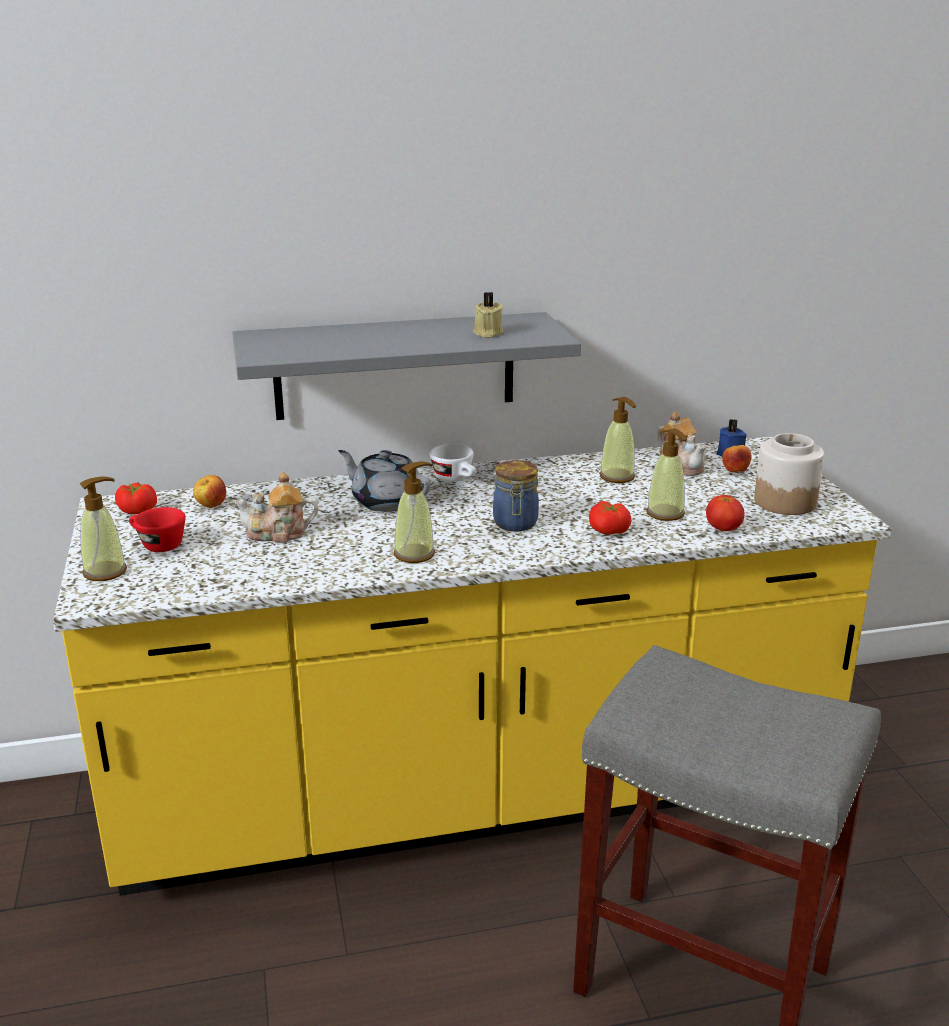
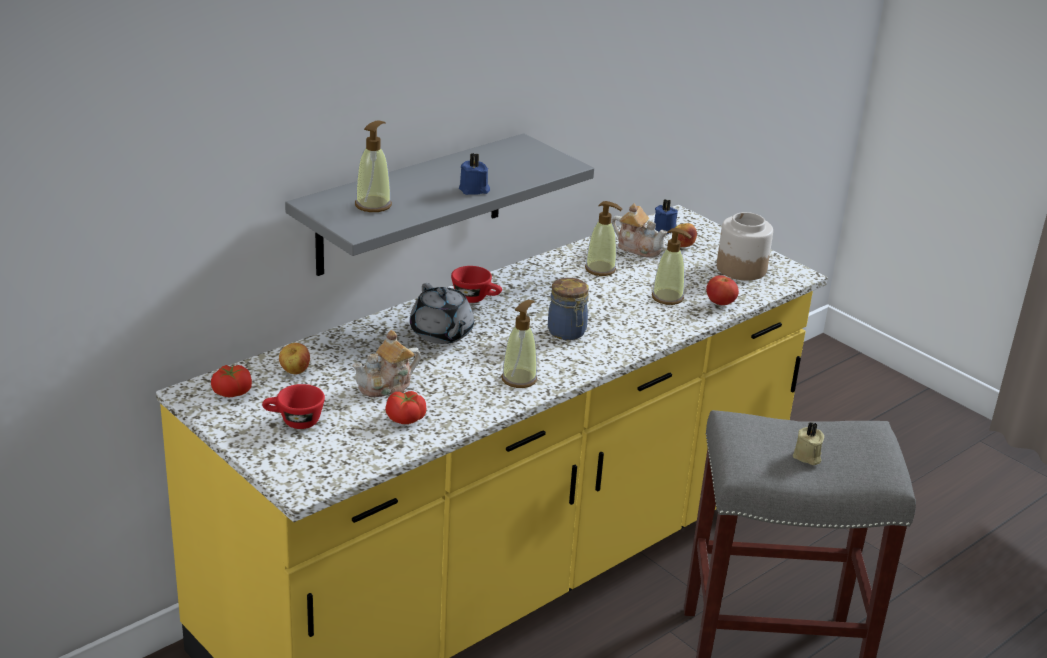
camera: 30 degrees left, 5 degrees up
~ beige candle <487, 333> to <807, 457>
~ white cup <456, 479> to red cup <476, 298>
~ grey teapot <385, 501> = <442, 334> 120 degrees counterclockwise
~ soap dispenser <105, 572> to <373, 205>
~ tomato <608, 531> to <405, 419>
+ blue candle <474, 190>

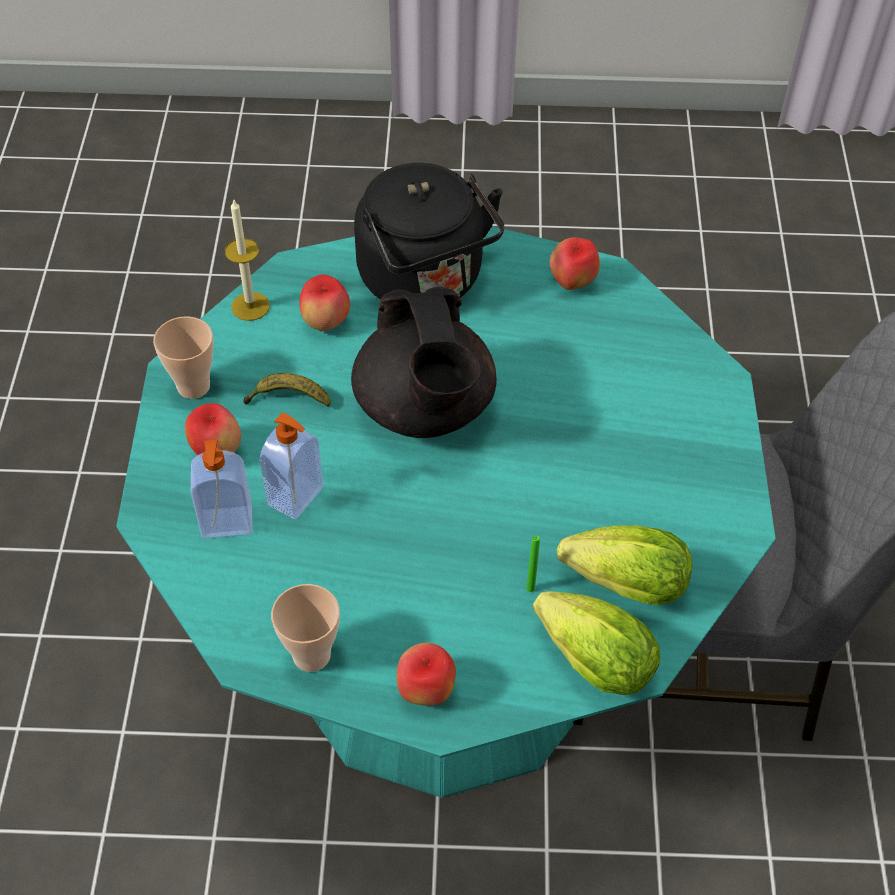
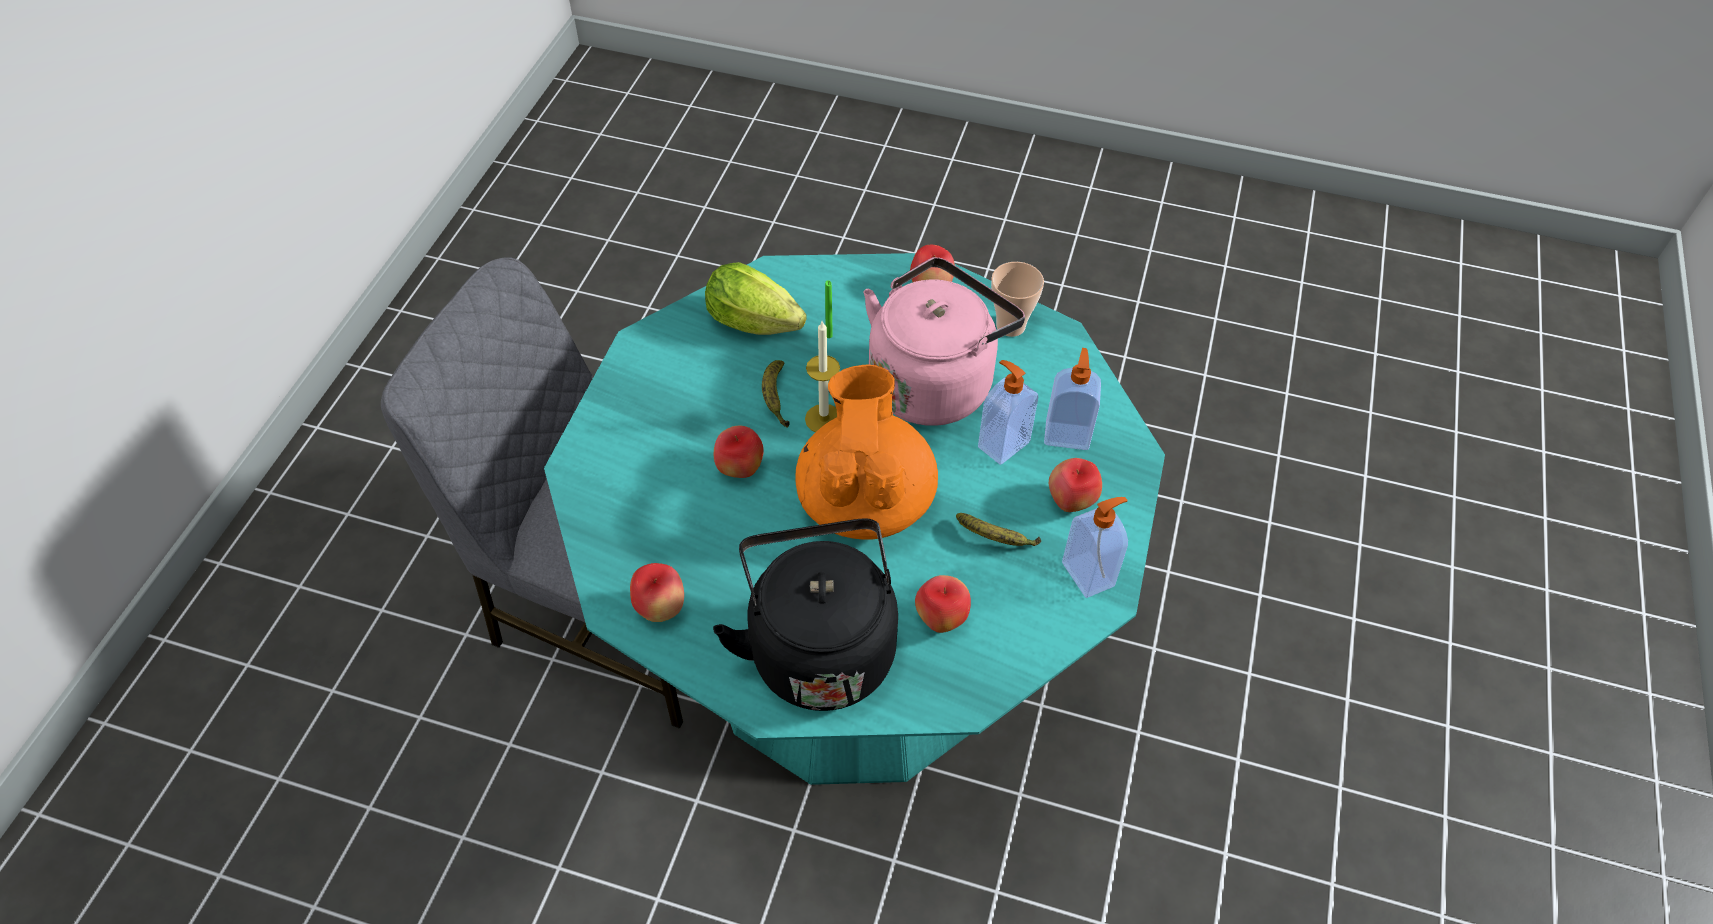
camera: 165 degrees left, 0 degrees up
~ candle <250, 306> to <824, 419>
~ black teapot <425, 408> to orange teapot <865, 500>
~ cup <193, 386> to soap dispenser <1089, 574>
- lettuce <588, 657>
+ pink kettle <934, 382>
+ banana <776, 398>
+ apple <740, 469>

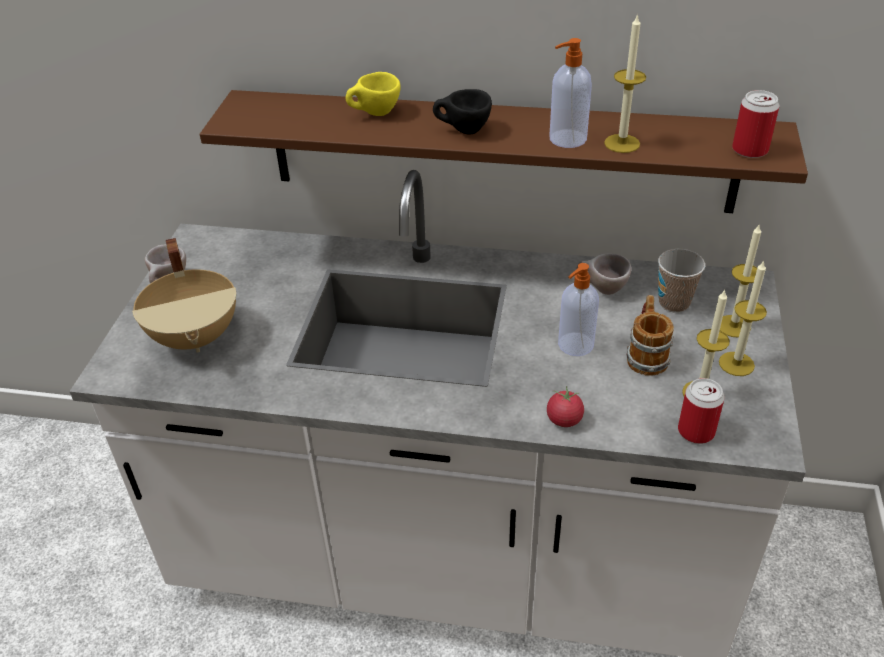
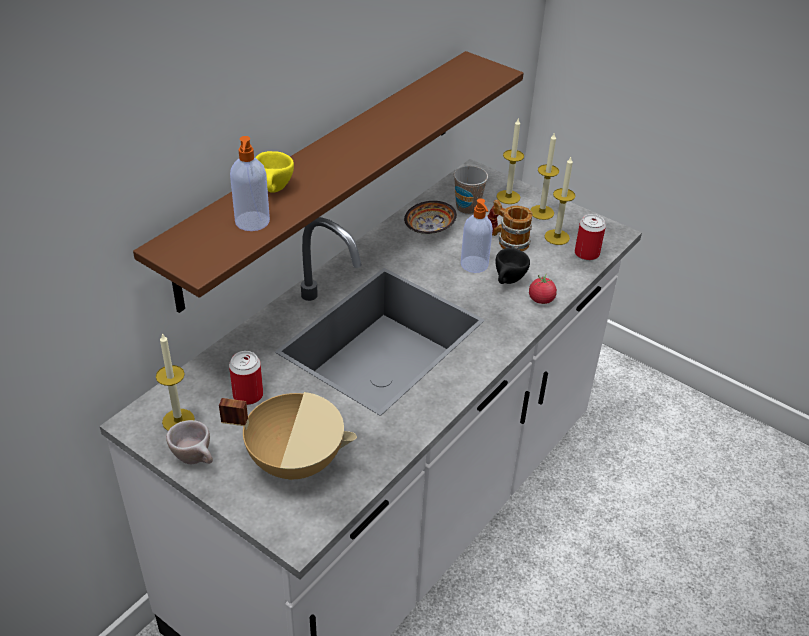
camera: 65 degrees left, 0 degrees up
~ candle <622, 143> to <178, 420>
~ soap dispenser <566, 139> to <252, 222>
~ black cup <462, 131> to <508, 282>
~ can <749, 150> to <248, 395>
~ beige cup <601, 290> to bowl <428, 230>

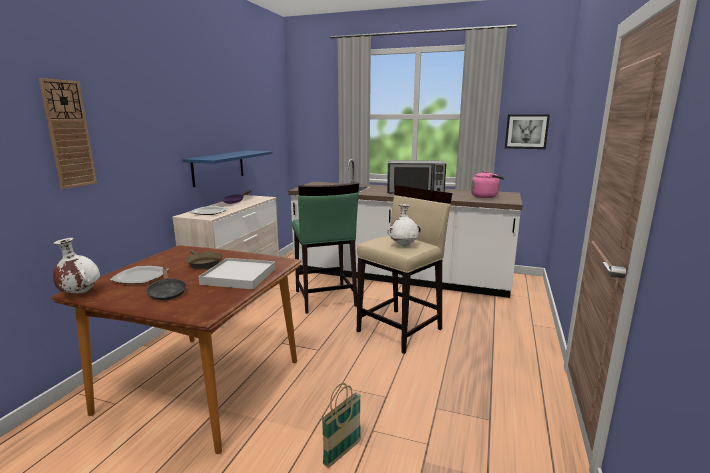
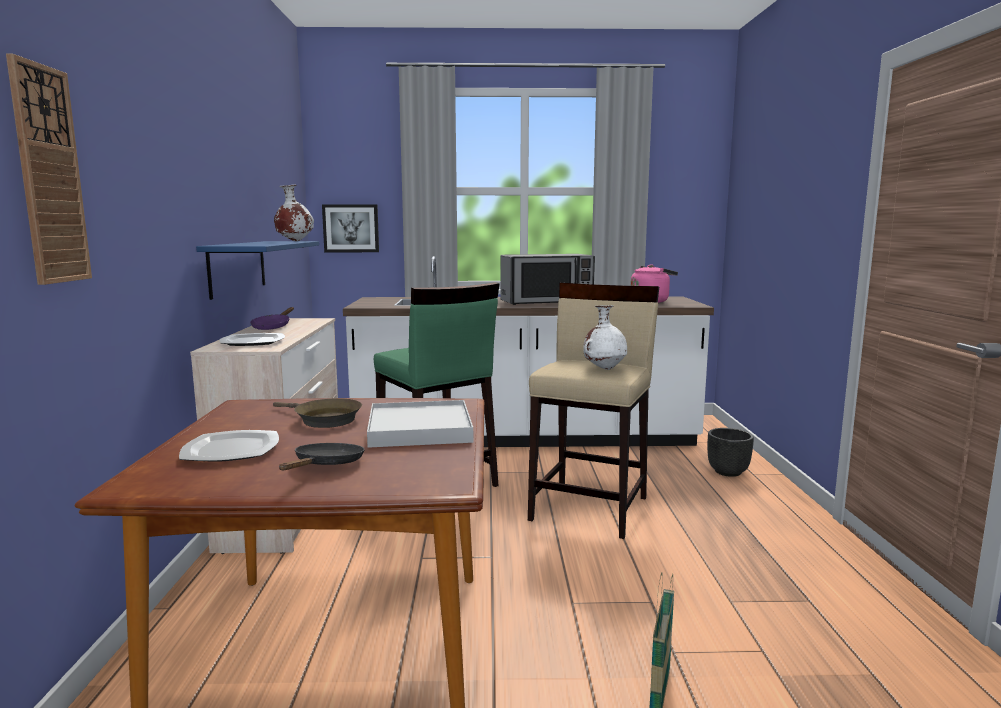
camera: 20 degrees left, 5 degrees down
~ picture <526, 131> to <351, 228>
~ white vase <80, 293> to <294, 241>
~ black frying pan <167, 293> = <326, 465> 120 degrees counterclockwise
+ black planter <728, 472>

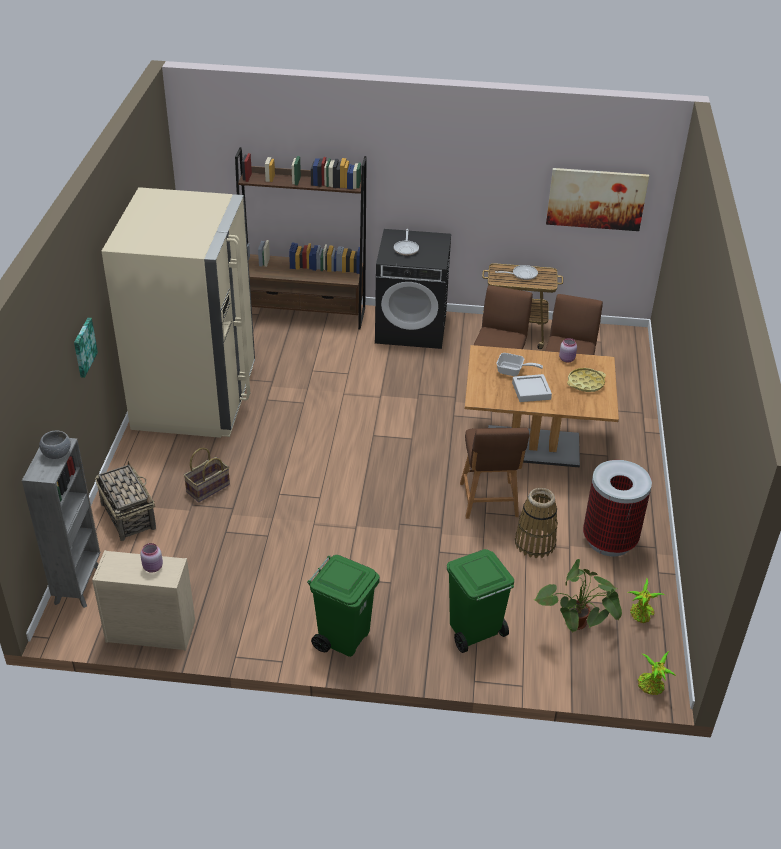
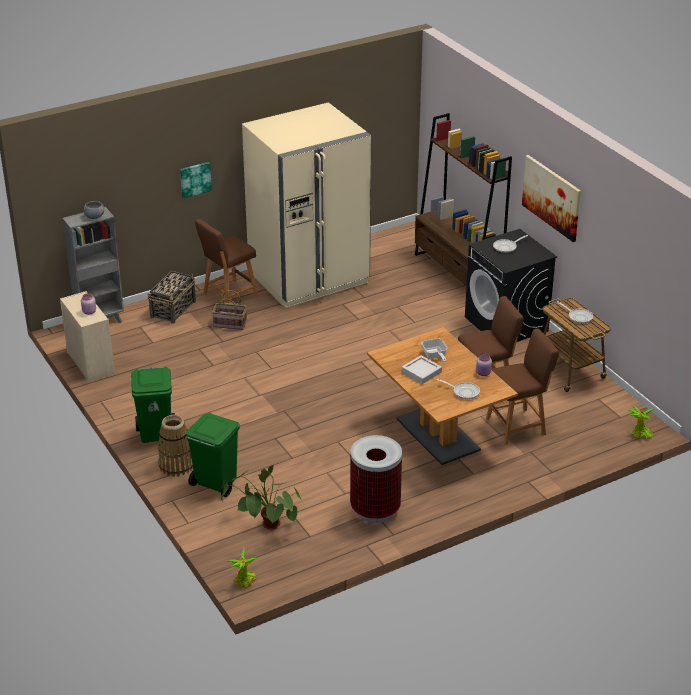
camera: 55 degrees right, 5 degrees down
~ picture <596, 199> to <551, 197>
~ yellow tray <585, 383> to frying pan <464, 392>
~ brown stool <489, 502> to <228, 296>
~ basket <535, 543> to <176, 465>
~ potted plant <641, 615> to <640, 435>

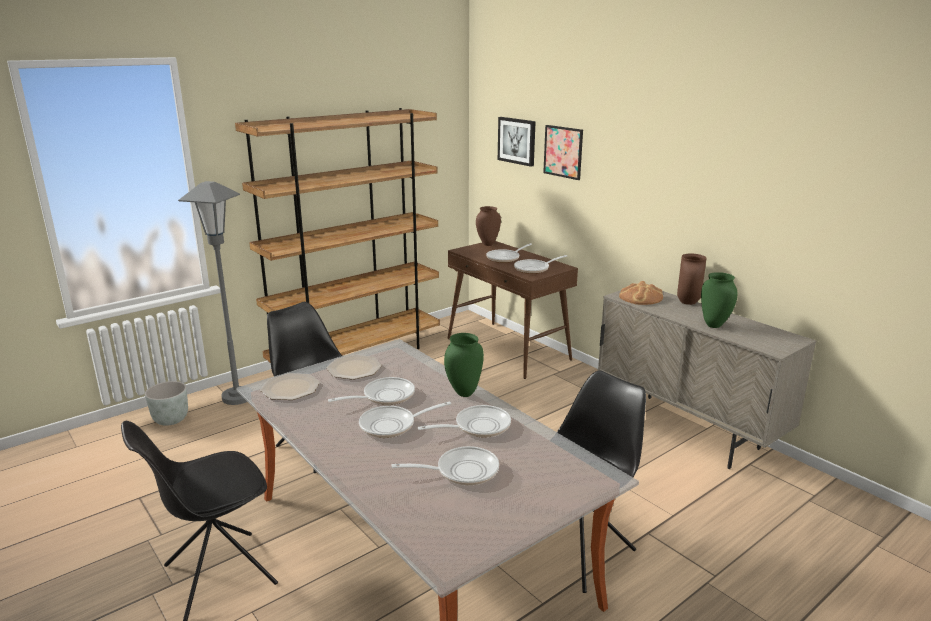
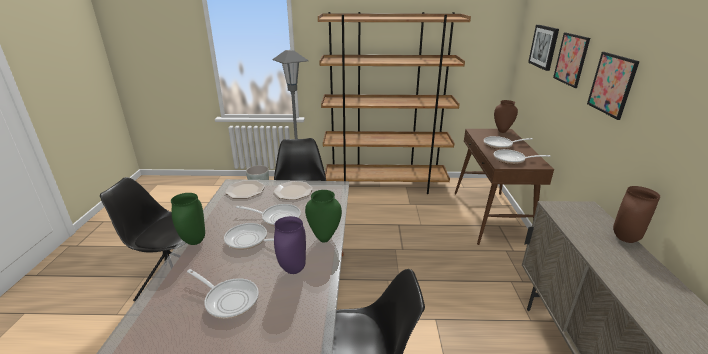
camera: 40 degrees right, 5 degrees up
~ green vase <715, 325> to <195, 241>
- bread <640, 297>
~ frying pan <477, 427> to purple vase <292, 269>
+ picture <612, 84>

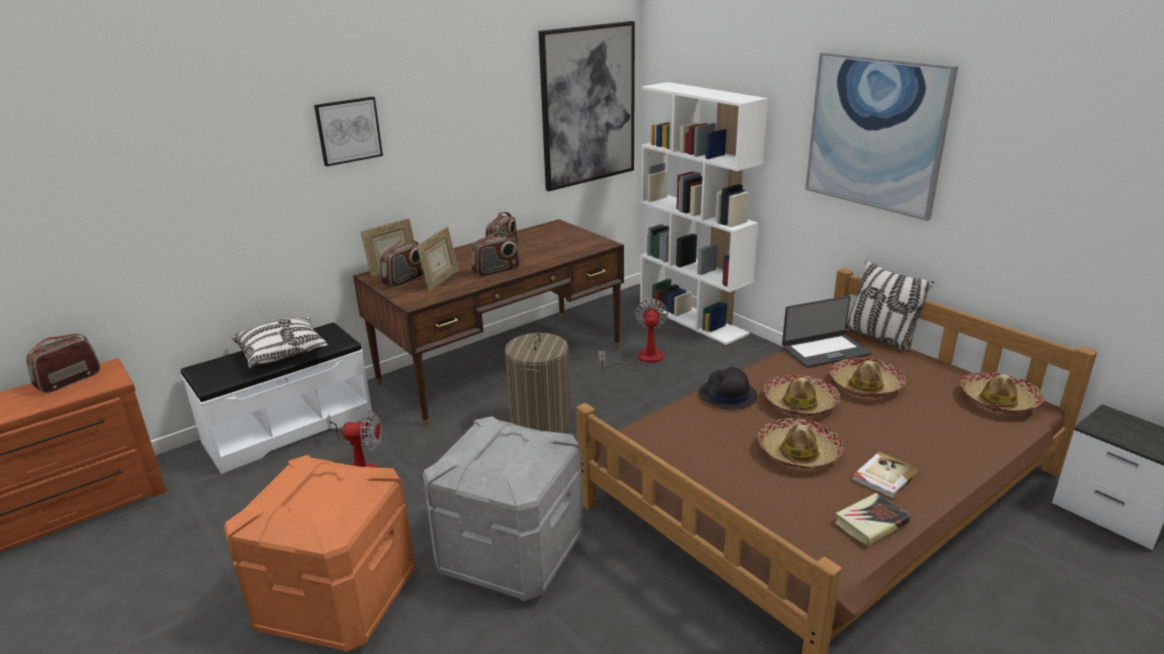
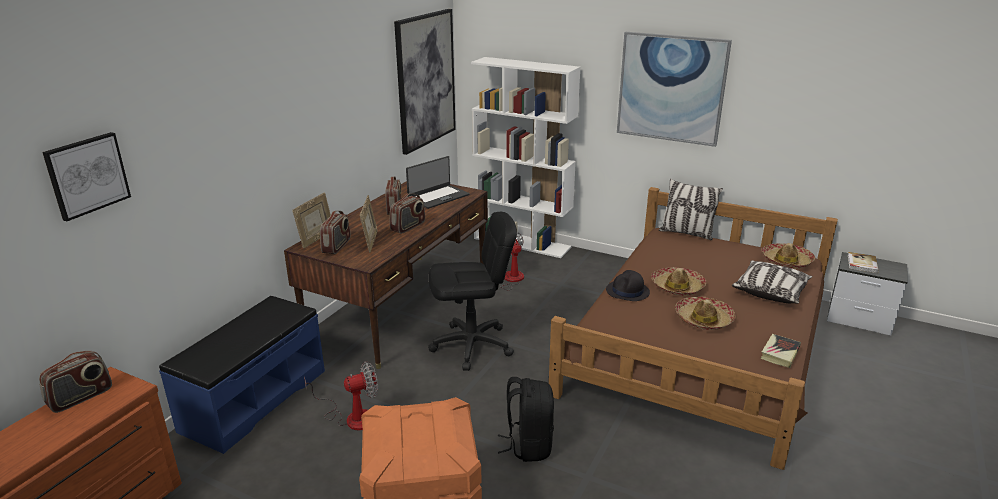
camera: 25 degrees left, 0 degrees up
~ picture <348, 130> to <87, 175>
~ laptop <824, 351> to <438, 197>
~ pillow <283, 354> to <770, 291>
~ white bench <288, 428> to blue bench <254, 399>
~ laundry basket <540, 424> to black office chair <472, 346>
~ radio <69, 380> = <80, 397> 150 degrees counterclockwise
- hat <866, 385>
~ grey storage box <511, 553> to black backpack <528, 445>
~ book <884, 477> to <861, 264>

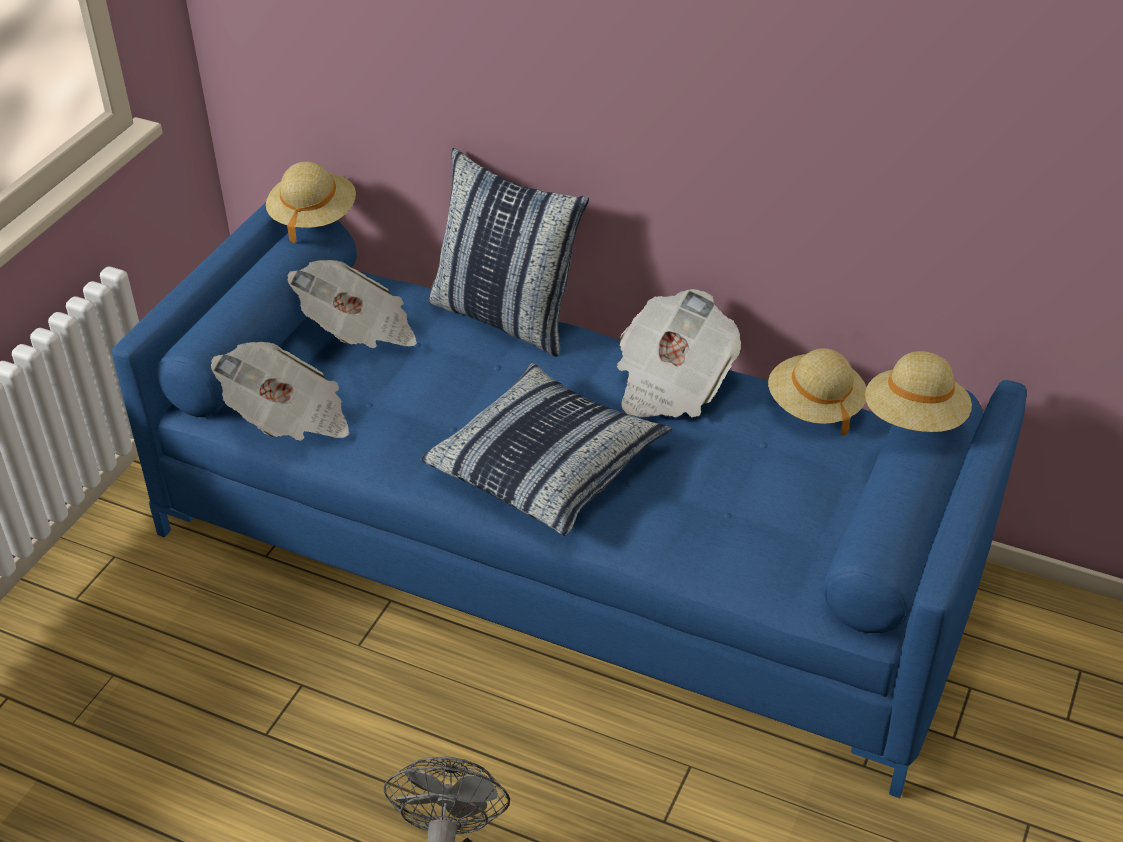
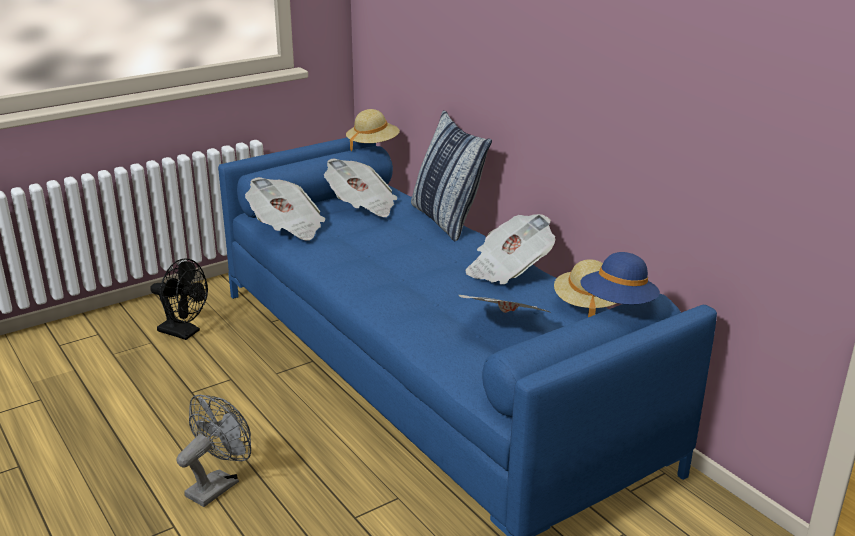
camera: 30 degrees right, 15 degrees down
~ beige hat <914, 420> to blue hat <618, 304>
- pillow <547, 464>
+ black fan <184, 332>
+ newspaper <506, 325>

